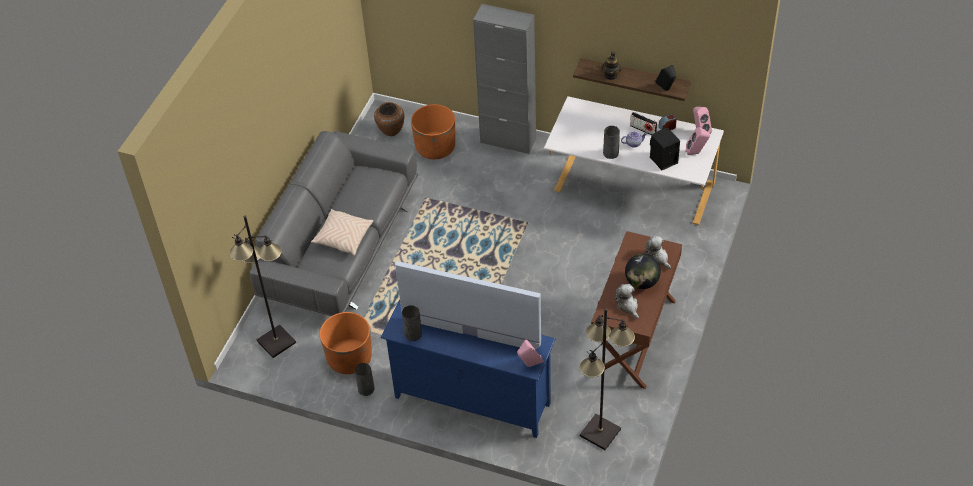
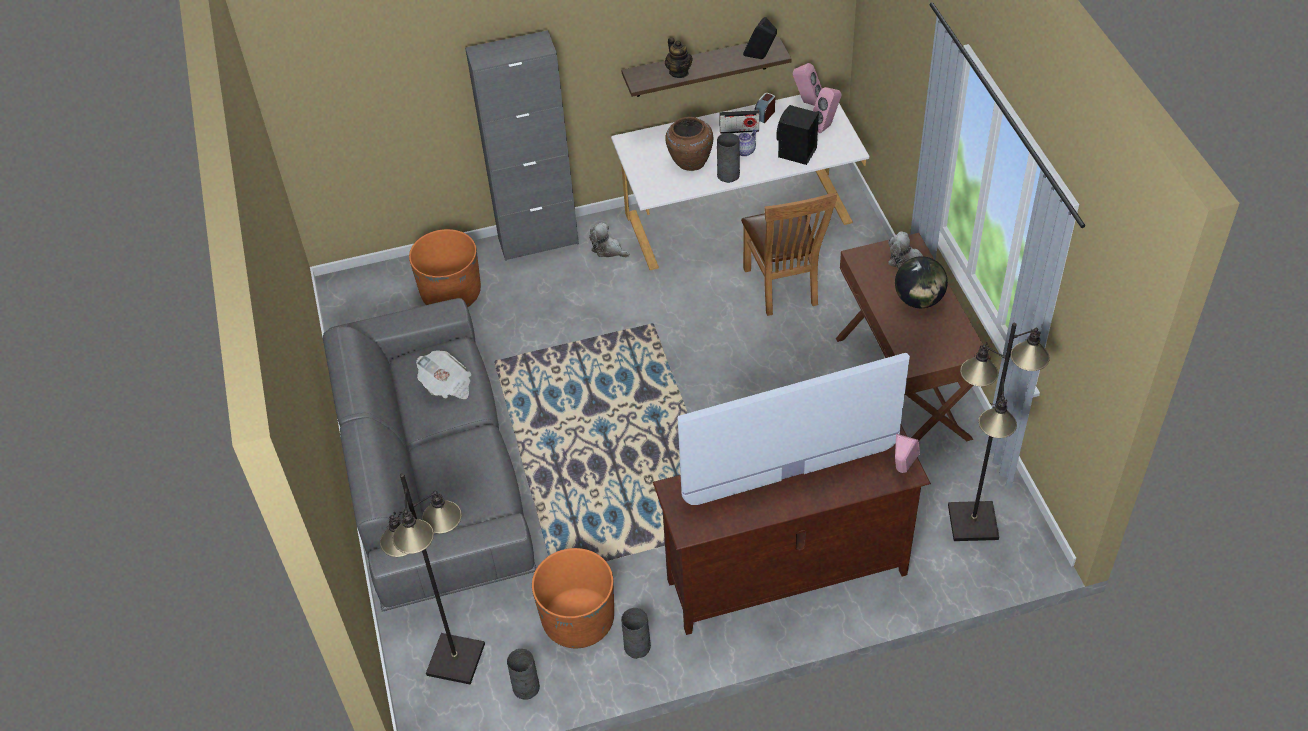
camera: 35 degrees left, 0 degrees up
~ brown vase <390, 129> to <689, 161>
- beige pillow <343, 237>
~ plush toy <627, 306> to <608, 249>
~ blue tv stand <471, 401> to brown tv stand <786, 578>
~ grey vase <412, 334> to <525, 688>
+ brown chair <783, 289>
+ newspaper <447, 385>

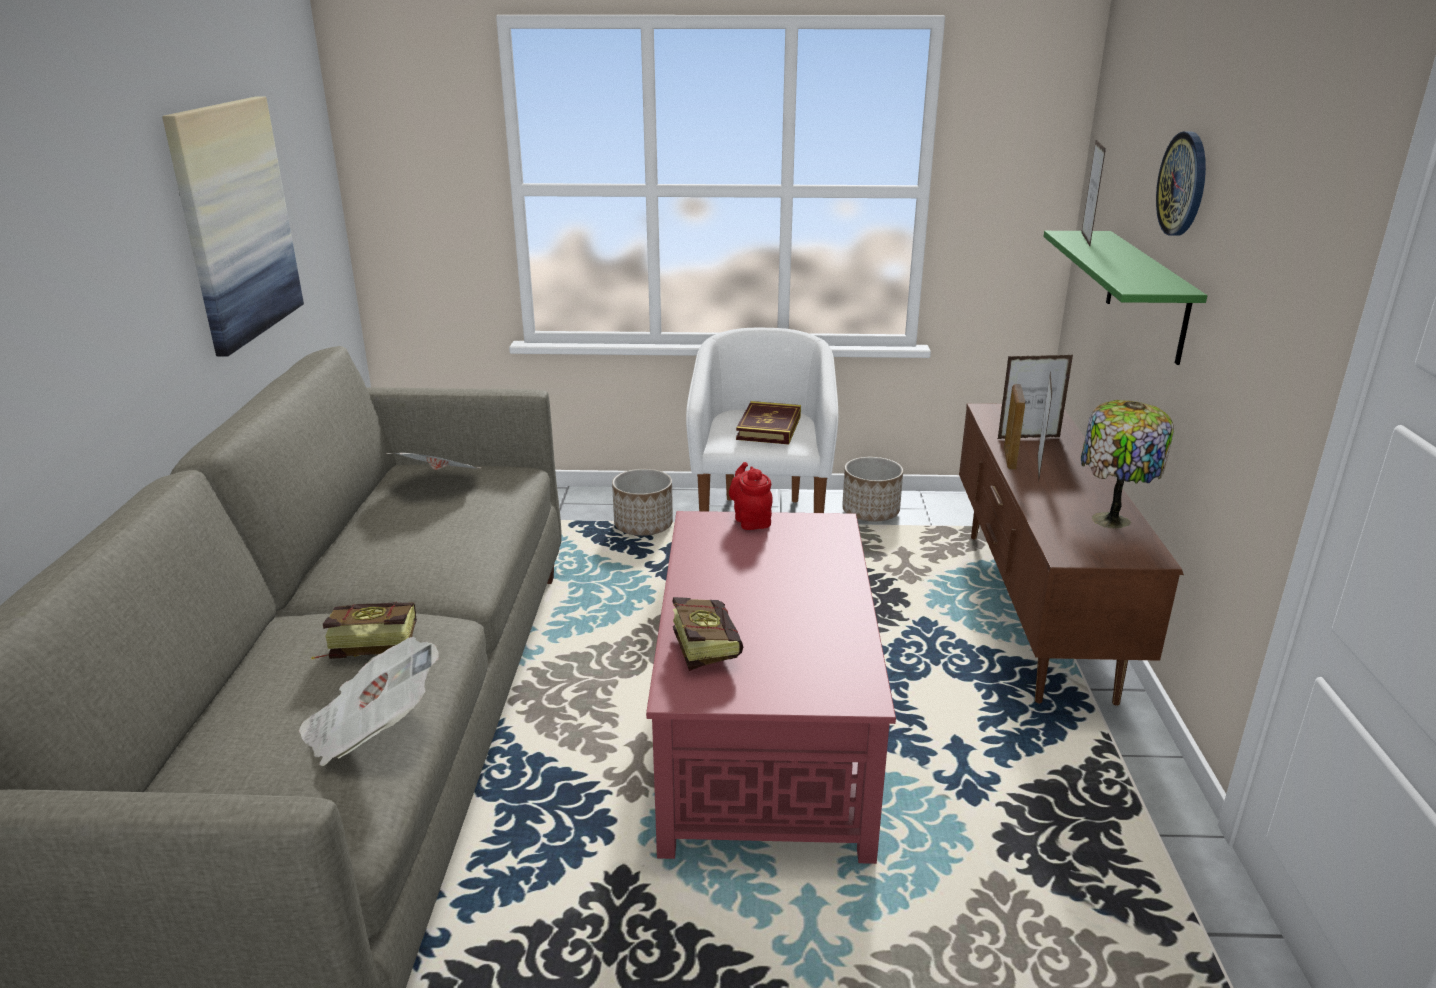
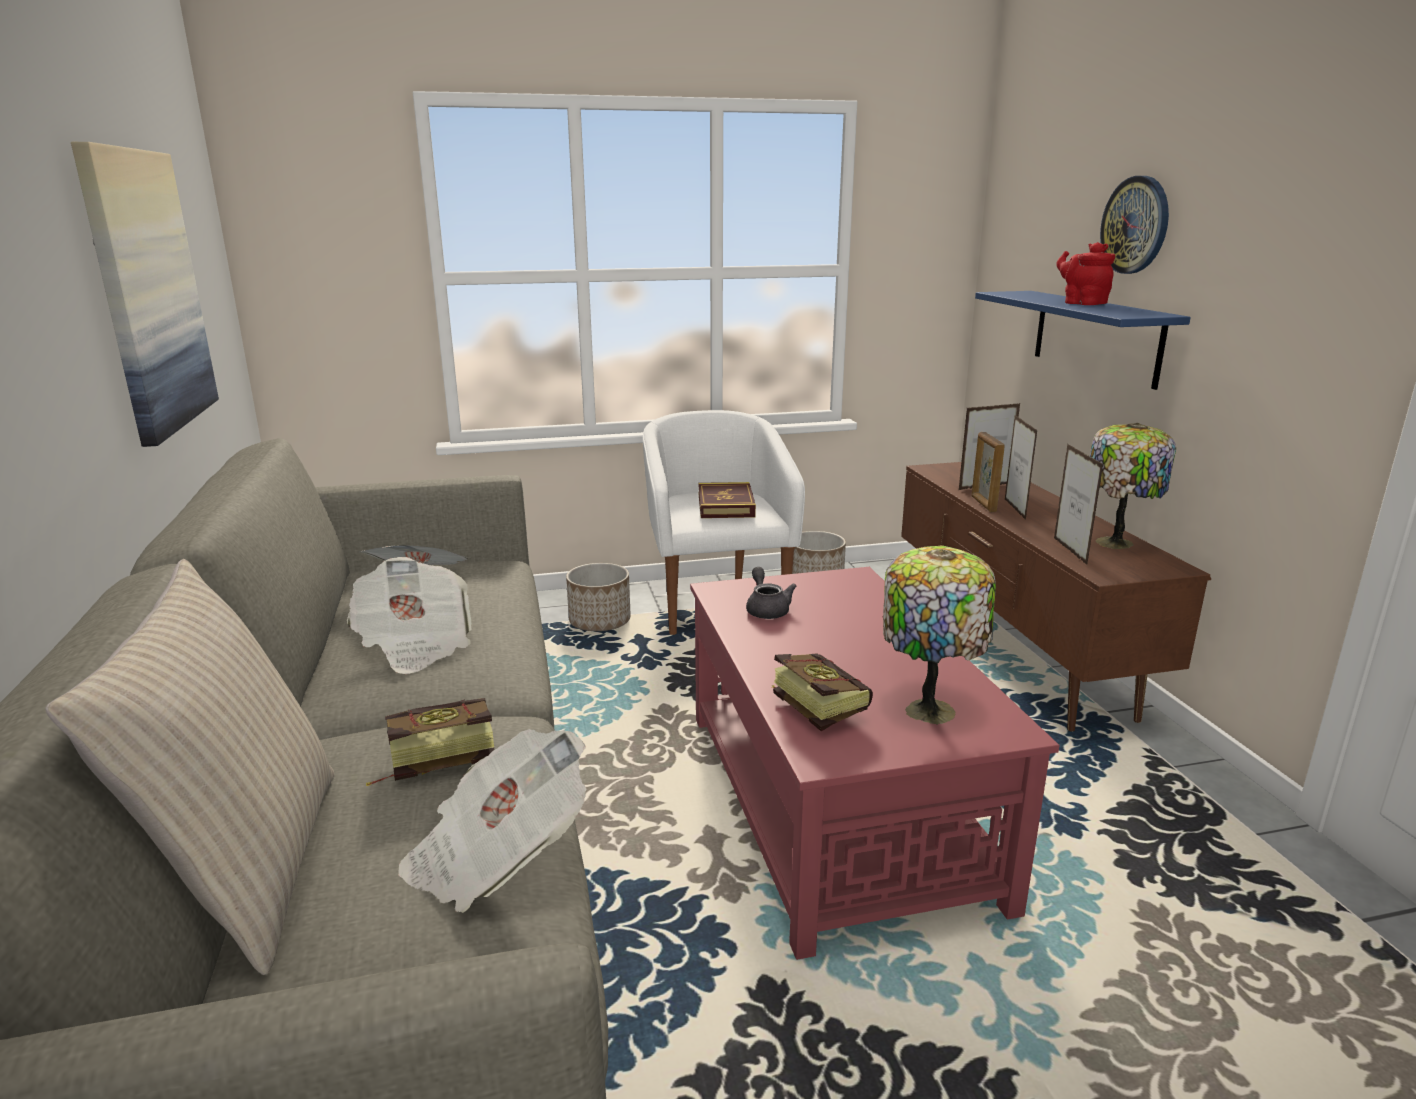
camera: 15 degrees left, 5 degrees down
~ picture frame <1085, 240> to <1070, 551>
~ green shelf <1147, 295> to blue shelf <1096, 337>
~ red teapot <751, 520> to <1082, 303>
+ table lamp <929, 708>
+ newspaper <415, 644>
+ beige pillow <248, 868>
+ grey teapot <767, 609>

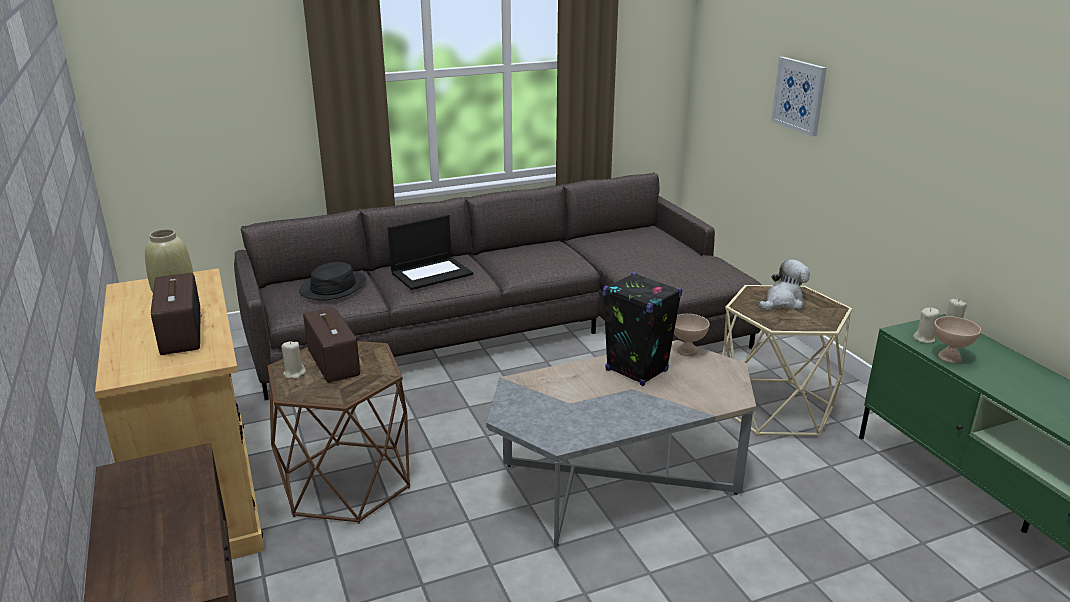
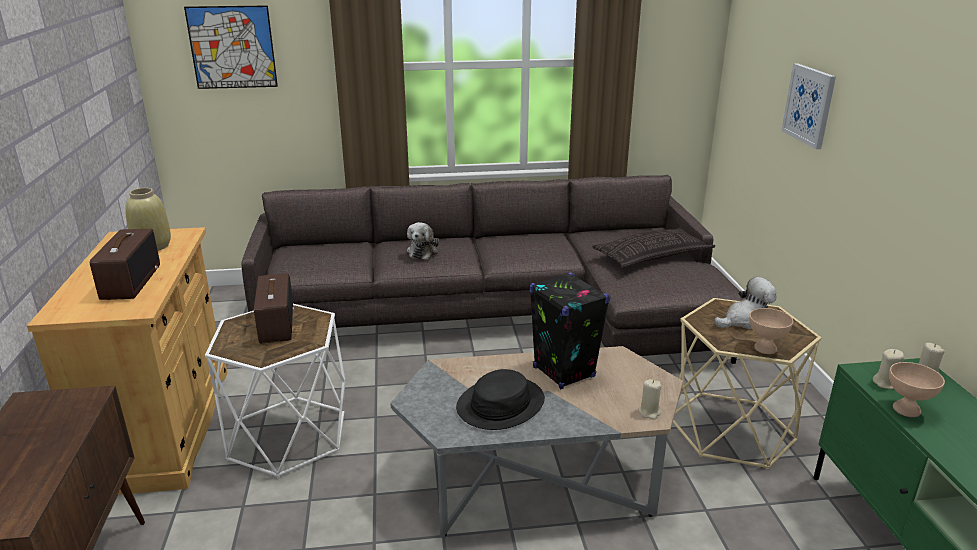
camera: 15 degrees right, 0 degrees up
~ laptop <432, 273> to plush toy <423, 251>
~ black hat <333, 287> to <500, 404>
~ beige bowl <687, 351> to <766, 348>
~ brown side table <348, 481> to white side table <288, 436>
~ beige candle <294, 373> to <649, 412>
+ picture <232, 47>
+ pillow <652, 255>

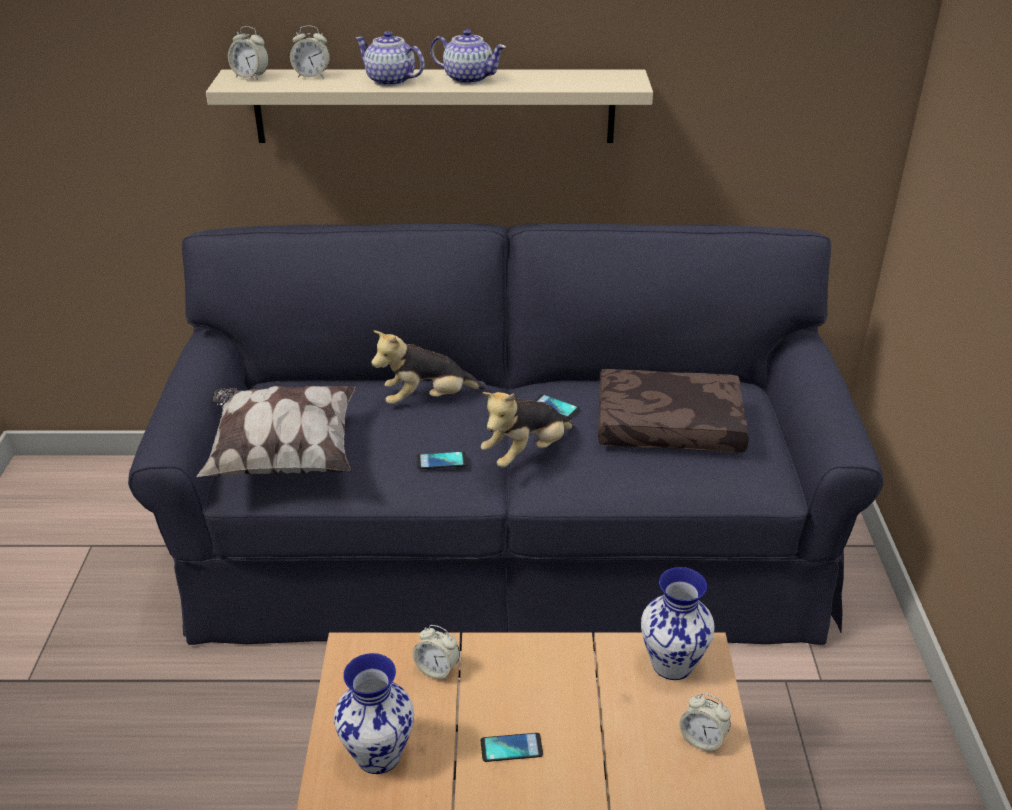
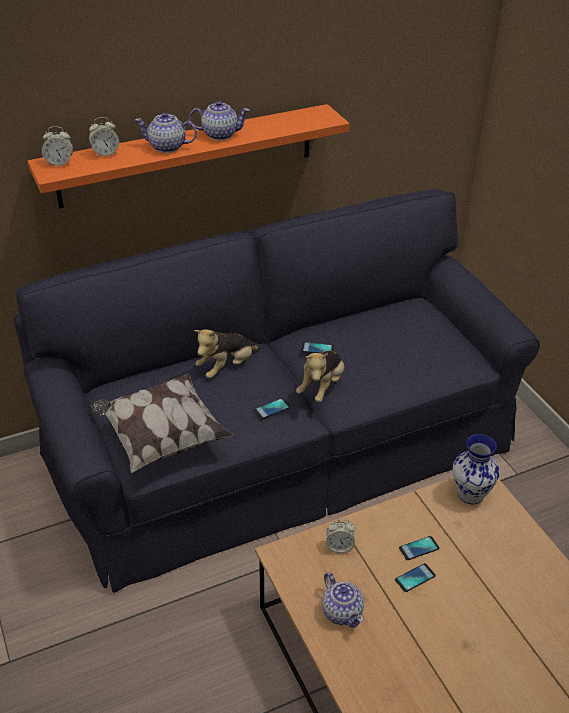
camera: 25 degrees left, 5 degrees up
~ beige shelf <434, 106> to orange shelf <187, 156>
- brown pillow <667, 427>
~ vase <379, 754> to teapot <342, 612>
- alarm clock <702, 739>
+ phone <419, 548>

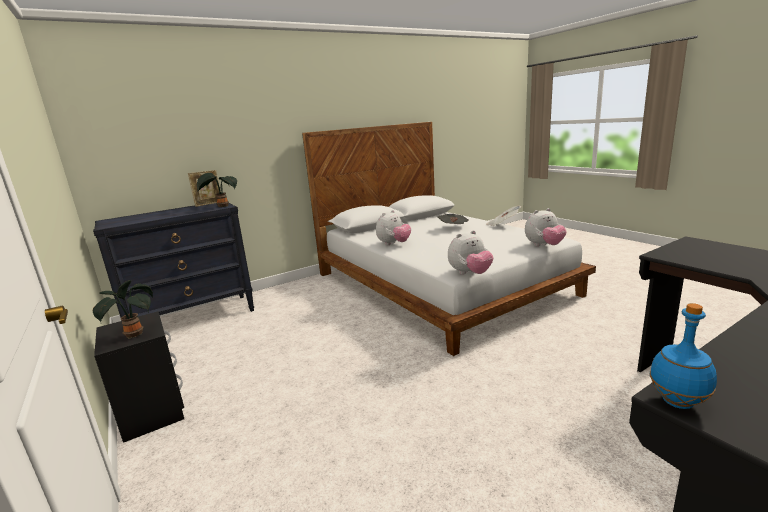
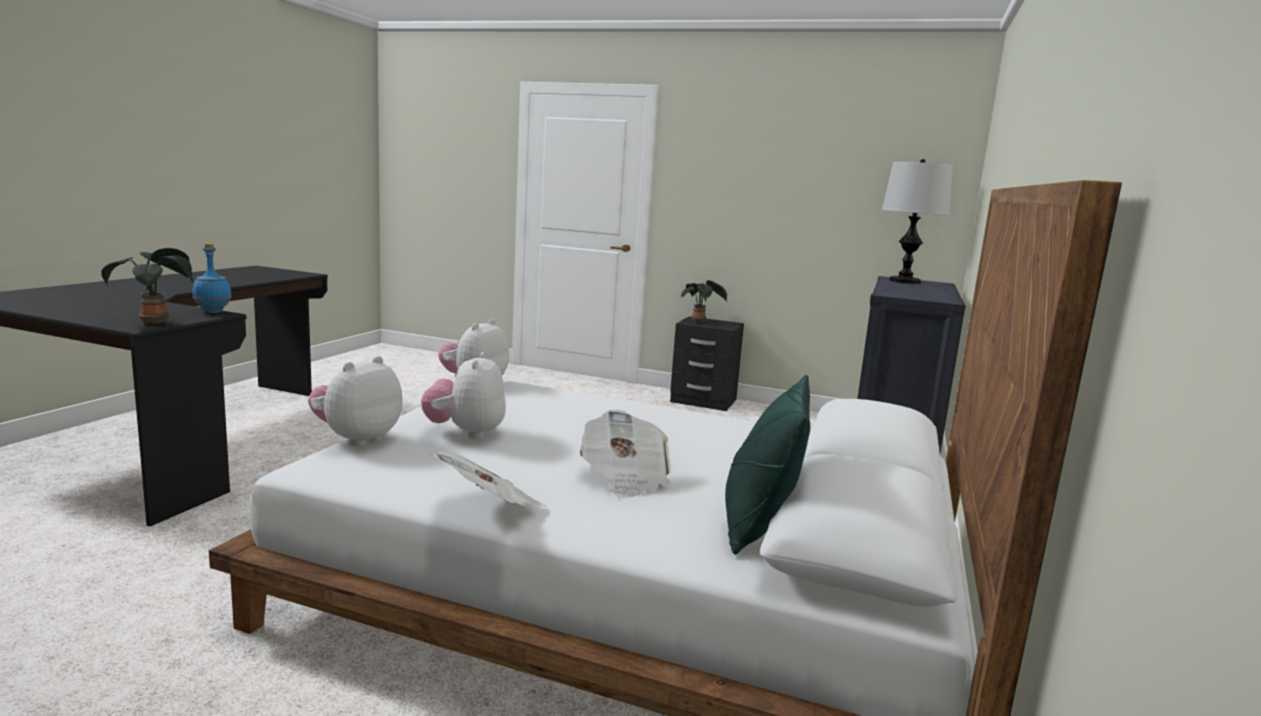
camera: 140 degrees right, 5 degrees down
- picture frame <209, 204>
~ potted plant <222, 207> to <156, 322>
~ plush toy <394, 244> to <466, 433>
~ blue bottle <676, 402> to <213, 312>
+ table lamp <904, 281>
+ green pillow <758, 526>

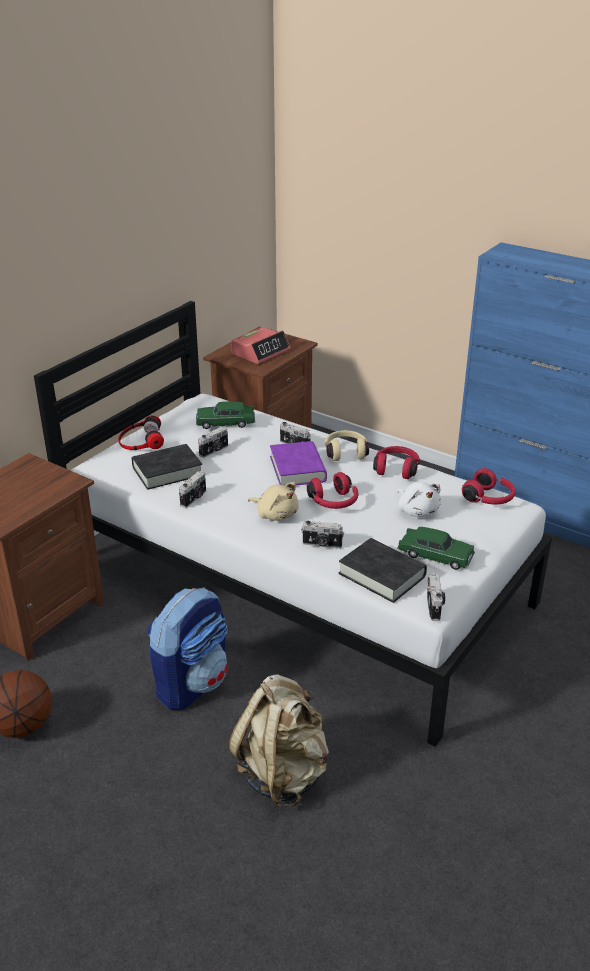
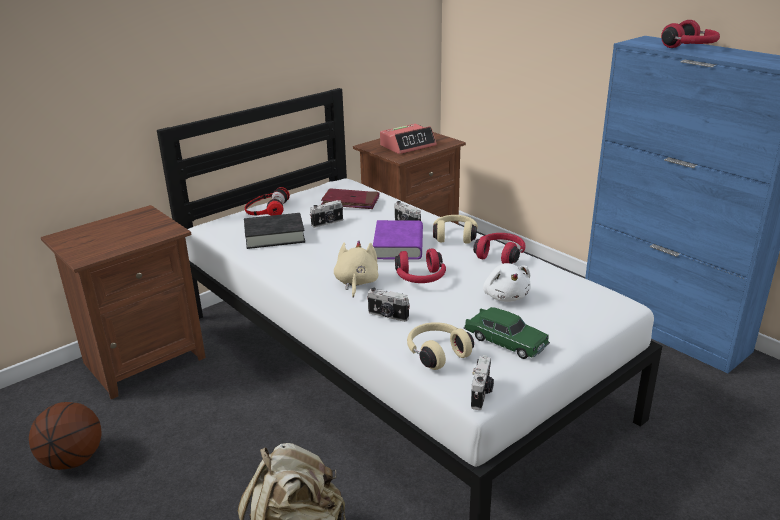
camera: 15 degrees right, 5 degrees down
~ green toy car <225, 423> to red book <350, 202>
~ red headphones <489, 498> to <690, 47>
- photo camera <194, 498>
~ beige plush toy <276, 514> = <356, 283> 135 degrees counterclockwise
~ black book <382, 575> to beige headphones <437, 353>
- backpack <192, 683>

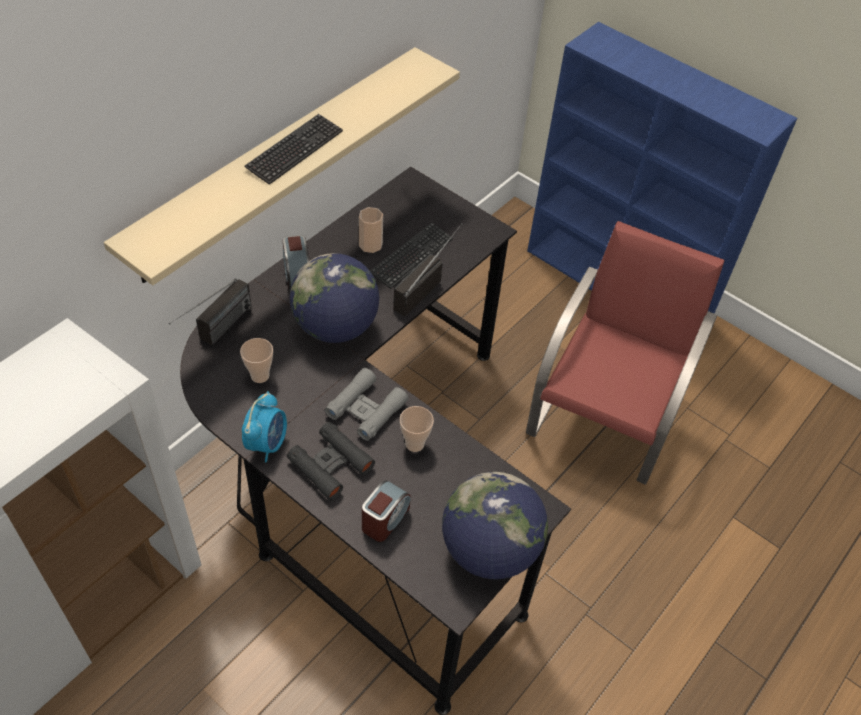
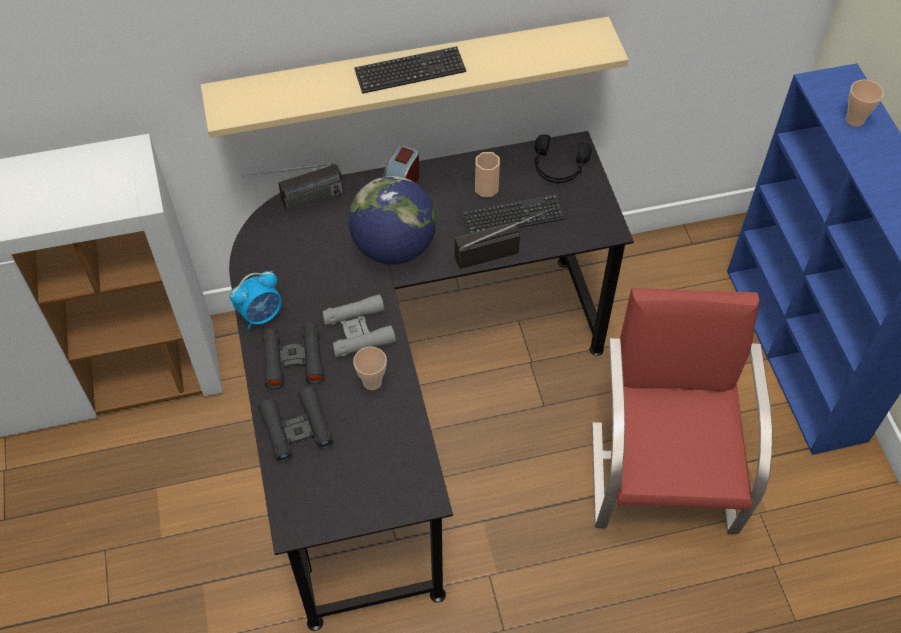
camera: 40 degrees right, 5 degrees up
~ red chair <604, 419> = <663, 474> 60 degrees counterclockwise
~ cup <260, 376> to <854, 120>
- globe <489, 550>
~ alarm clock <385, 519> to black binoculars <297, 428>
+ black headphones <558, 167>

